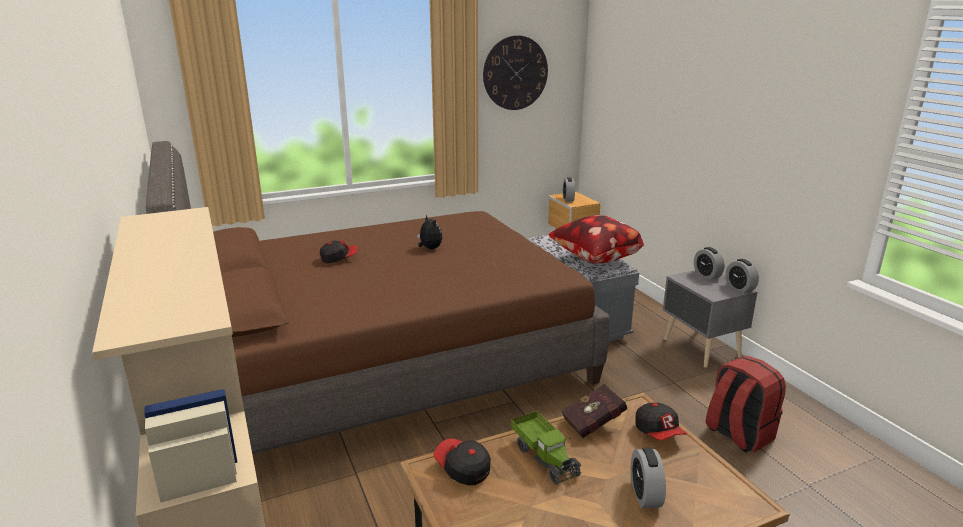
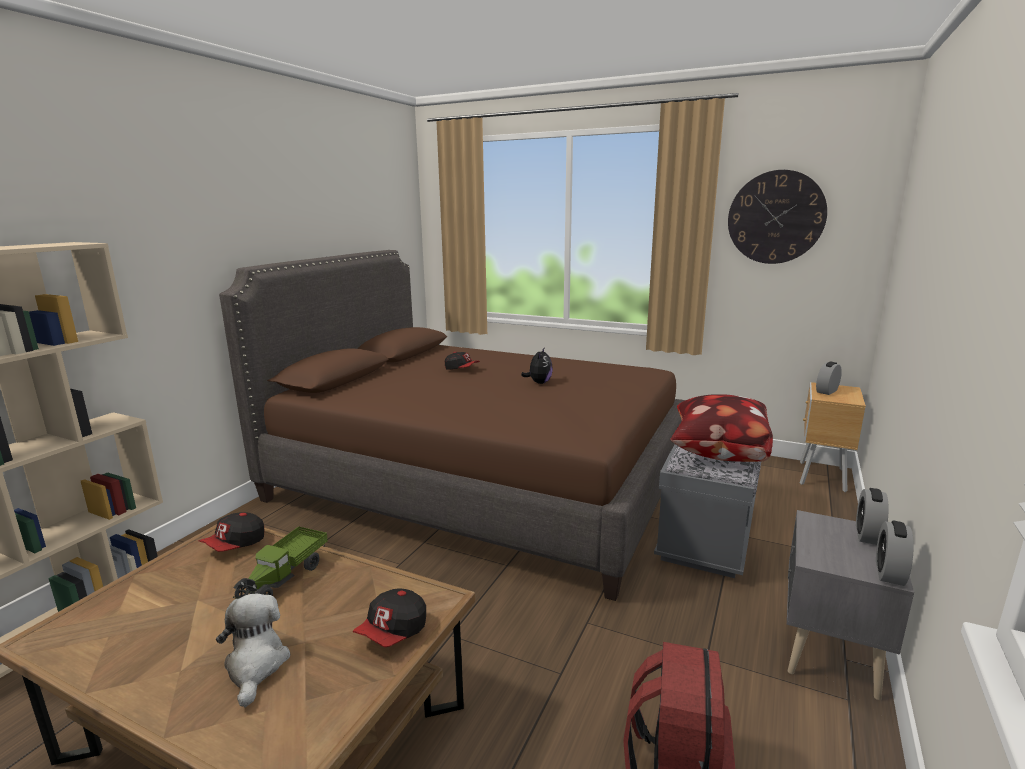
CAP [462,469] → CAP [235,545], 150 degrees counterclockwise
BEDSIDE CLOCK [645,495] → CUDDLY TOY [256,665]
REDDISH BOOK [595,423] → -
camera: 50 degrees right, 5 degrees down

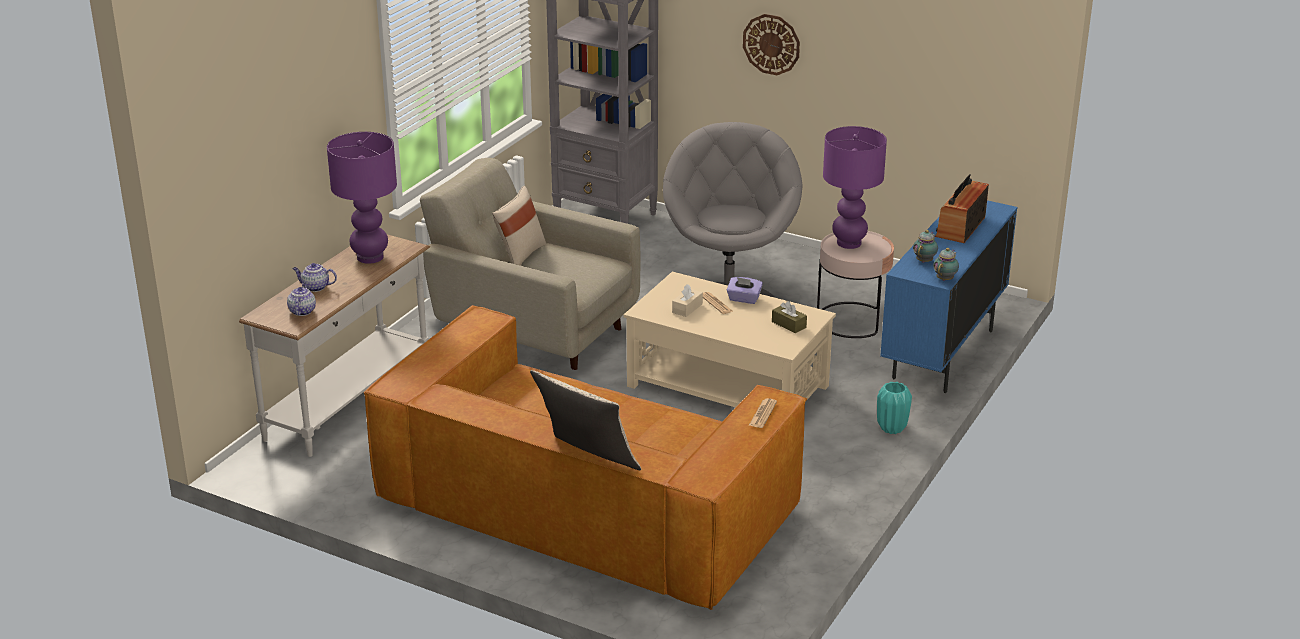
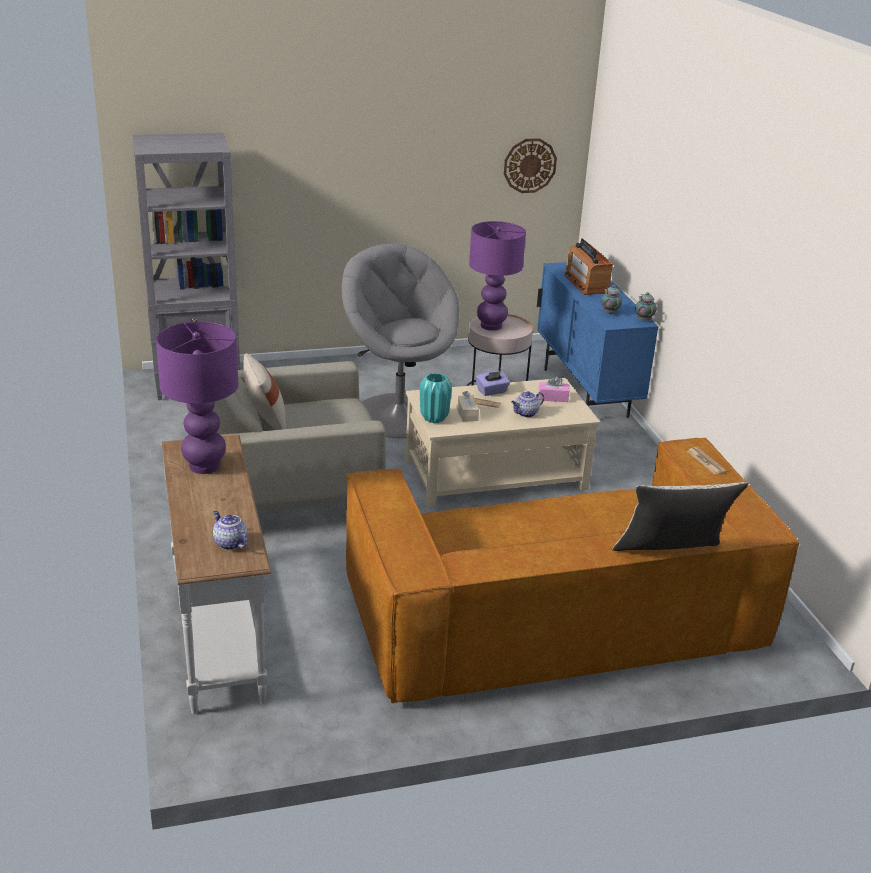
TURQUOISE-COLOURED DECORATIVE VASE [892,428] → TURQUOISE-COLOURED DECORATIVE VASE [434,418], shifted
WALL CLOCK [771,44] → WALL CLOCK [529,165], shifted
TEA POT [315,287] → TEA POT [526,413], shifted
BROWN TISSUE BOX [789,324] → PINK TISSUE BOX [553,397]
camera: 45 degrees left, 0 degrees up

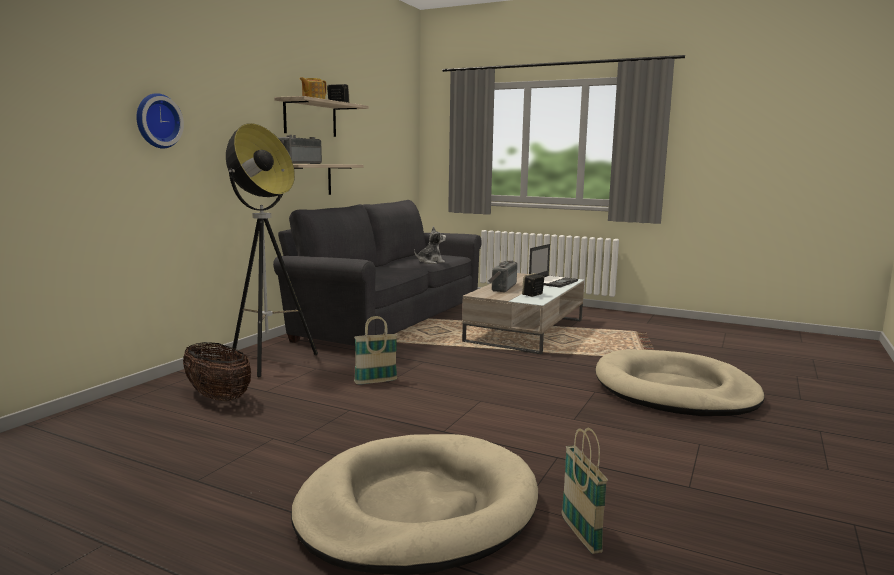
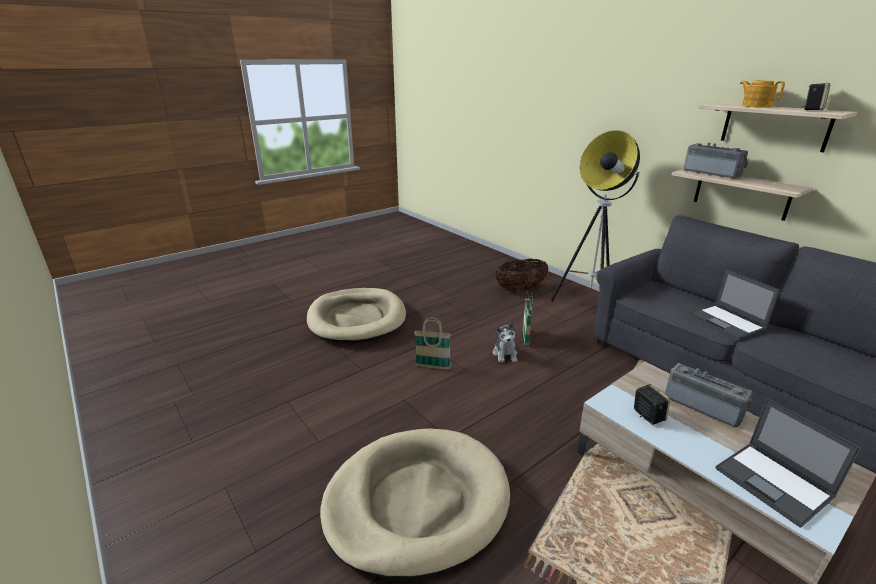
STORAGE BASKET [580,535] → STORAGE BASKET [432,366], shifted
CUDDLY TOY [430,262] → CUDDLY TOY [505,354], shifted
- → PORTABLE COMPUTER [727,322]
WALL CLOCK [156,121] → -
camera: 115 degrees right, 15 degrees up

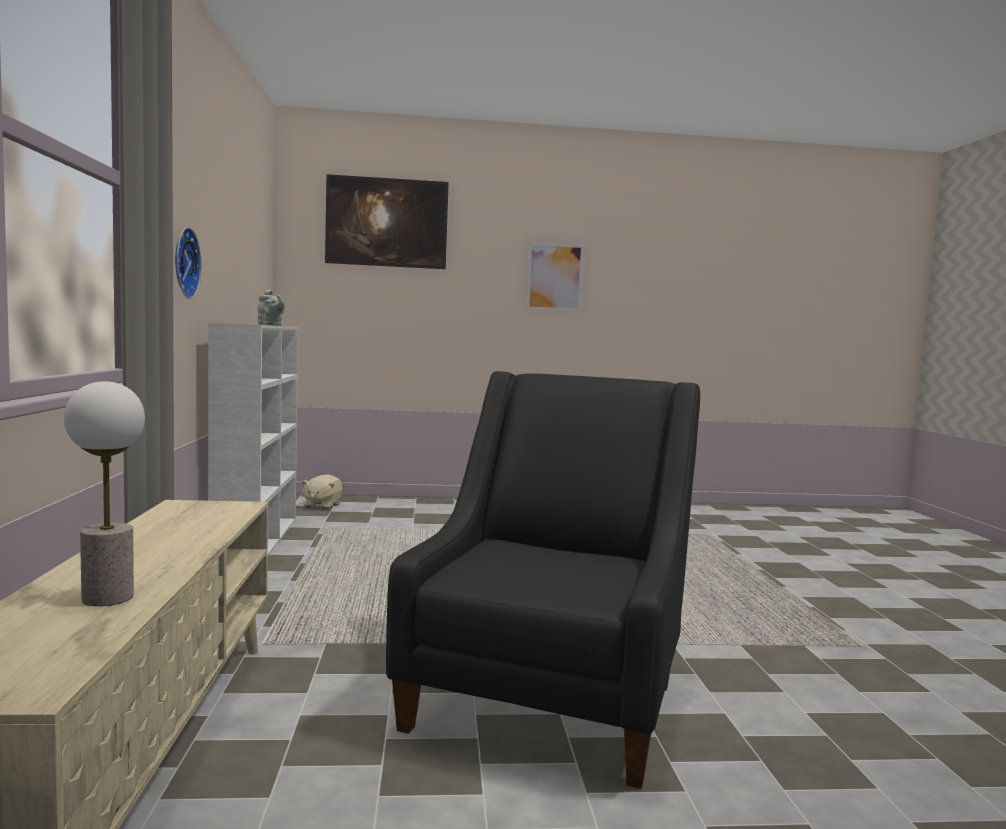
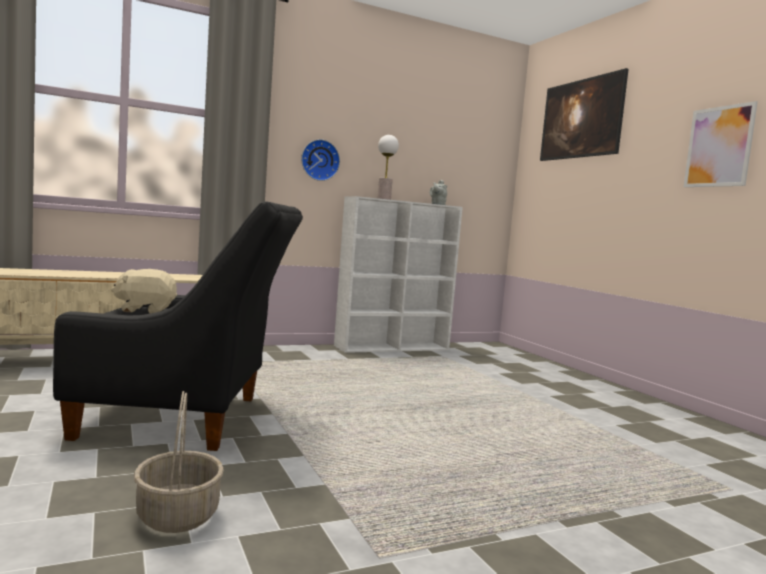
BEIGE CUDDLY TOY [322,505] → BEIGE CUDDLY TOY [145,310], shifted
- → STORAGE BASKET [177,515]
TABLE LAMP [107,598] → TABLE LAMP [384,199], shifted
camera: 70 degrees right, 0 degrees up

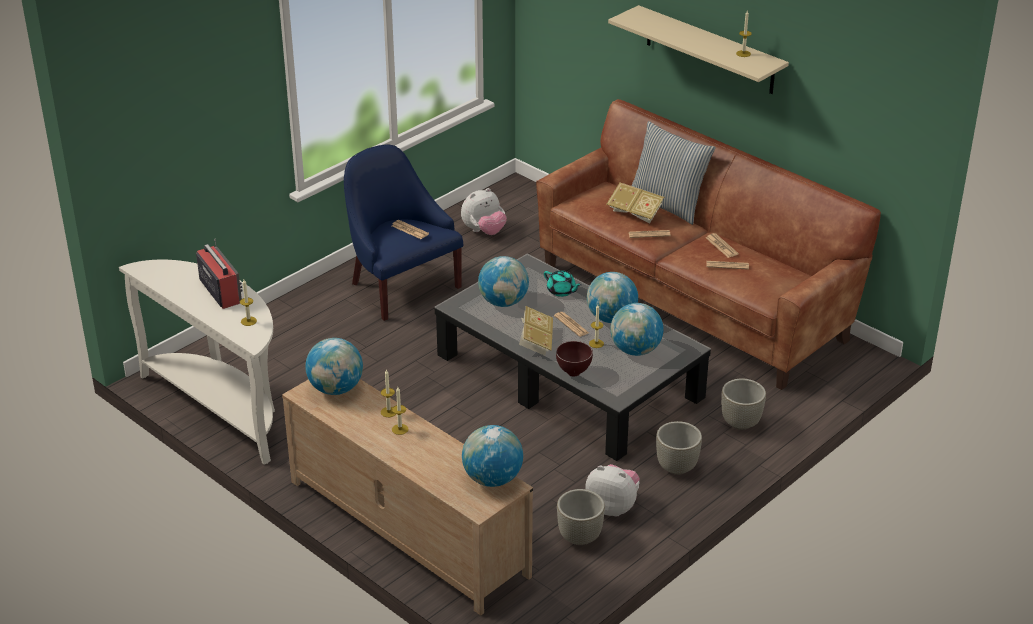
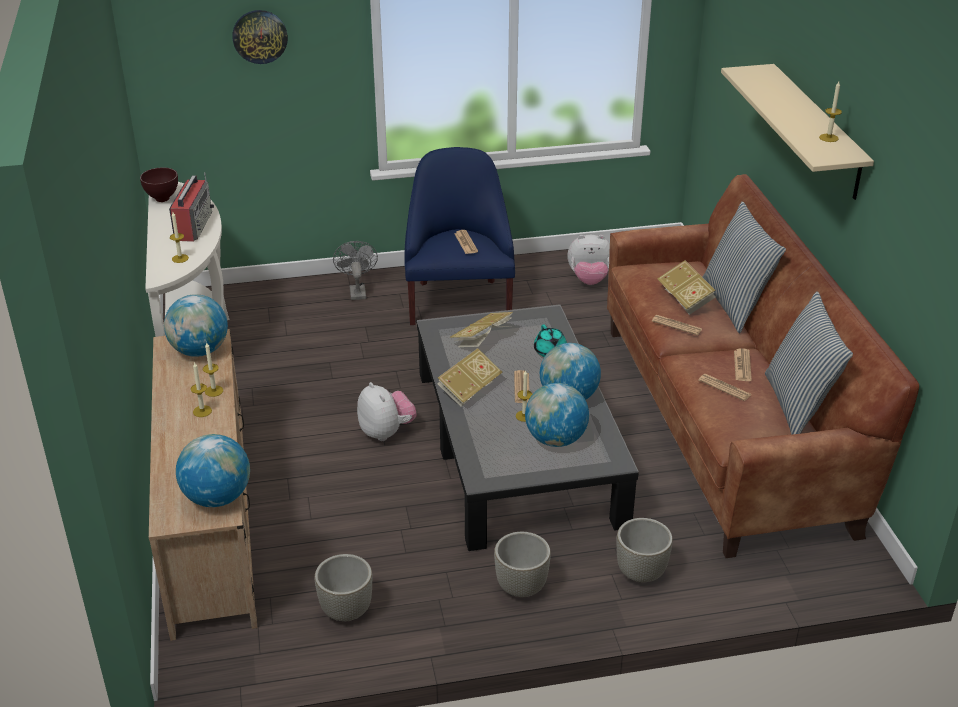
BROWN DEEP DISH [574,373] → BROWN DEEP DISH [163,200], shifted
- → WALL CLOCK [260,36]
- → GREY FAN [357,291]
CUDDLY TOY [613,507] → CUDDLY TOY [386,432], shifted
DESK GLOBE [503,302] → BOOK [483,341]
- → THROW PILLOW [798,405]
camera: 35 degrees right, 0 degrees up

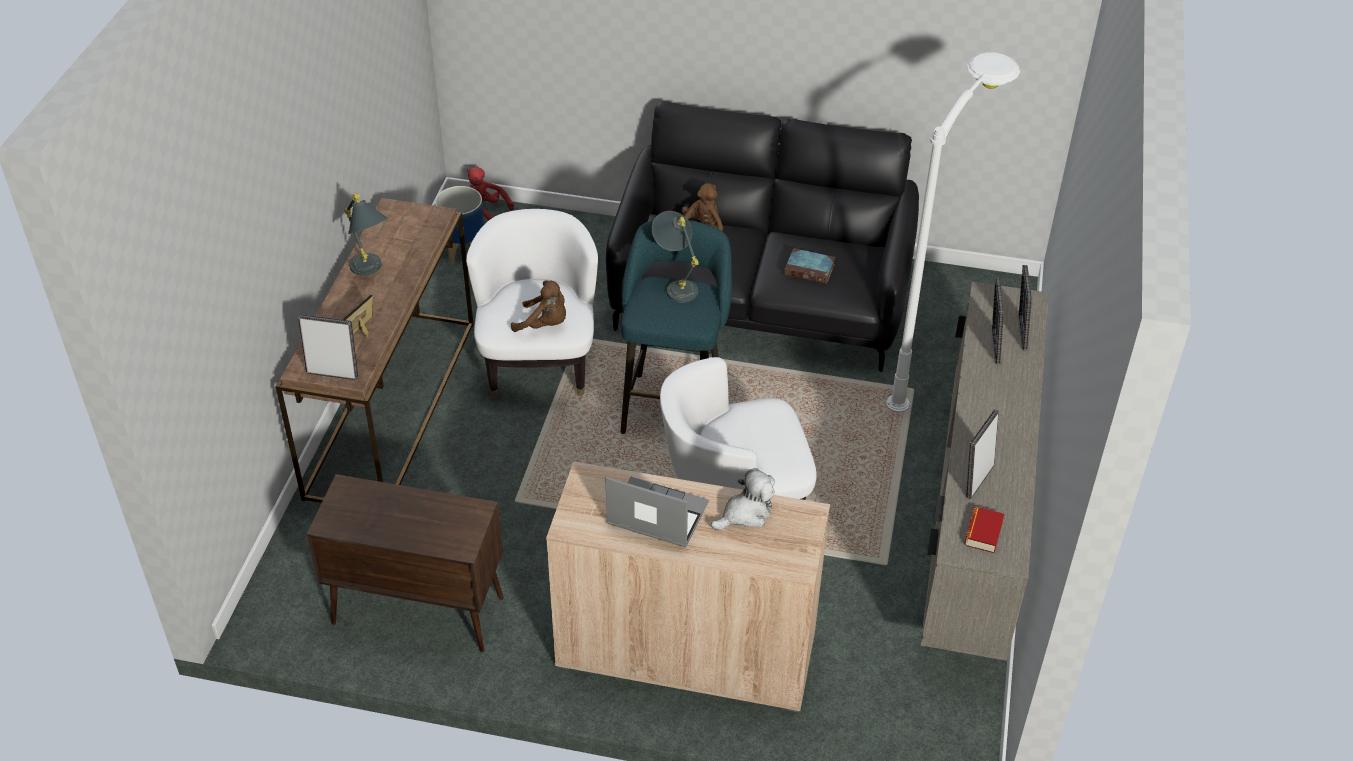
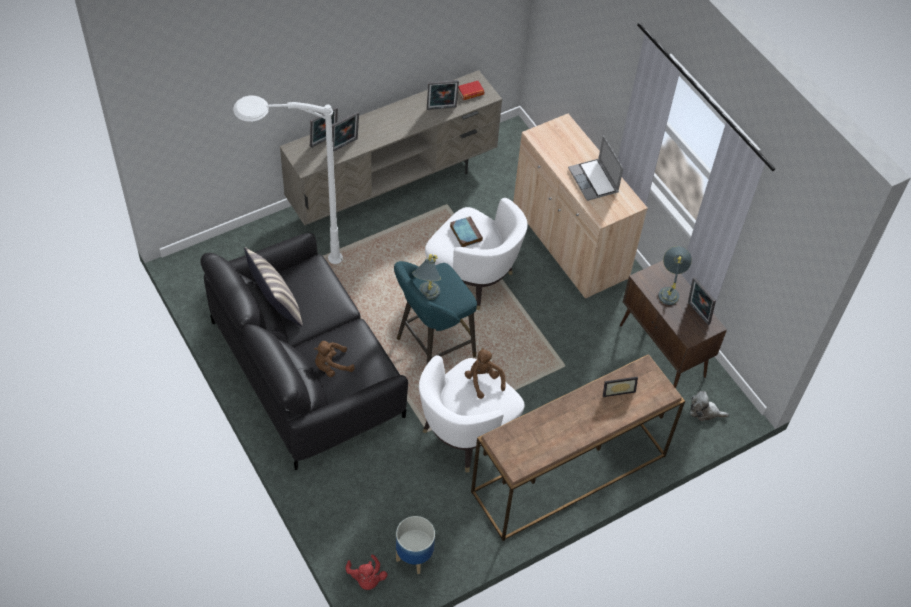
- → THROW PILLOW [276,306]
BOOK [810,269] → BOOK [465,233], shifted
GREY TABLE LAMP [371,272] → GREY TABLE LAMP [669,290], shifted
STANDING FRAME [333,373] → STANDING FRAME [697,314], shifted
CUDDLY TOY [745,513] → CUDDLY TOY [704,412], shifted
camera: 135 degrees left, 10 degrees up

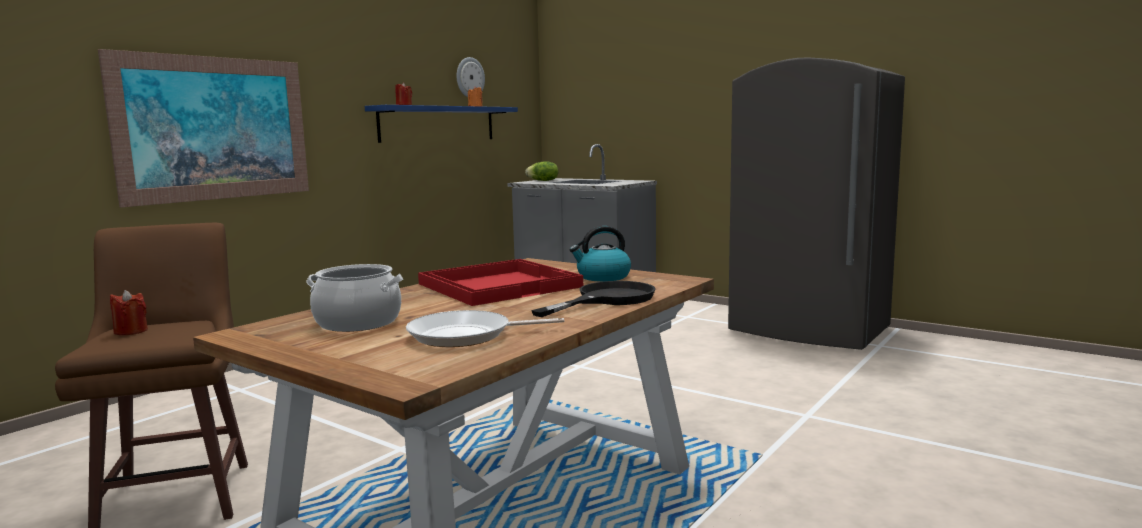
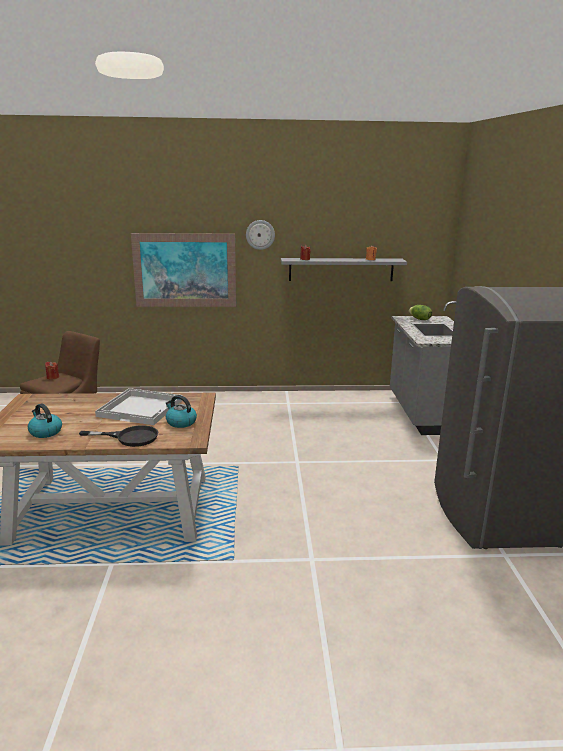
PAN [466,336] → TEA KETTLE [45,432]
REDDISH TRAY [499,285] → WHITE TRAY [141,408]
WALL CLOCK [469,77] → WALL CLOCK [260,234], shifted
BLUE SHELF [438,124] → GREY SHELF [341,269]
COOKING POT [358,322] → -
camera: 50 degrees right, 10 degrees up

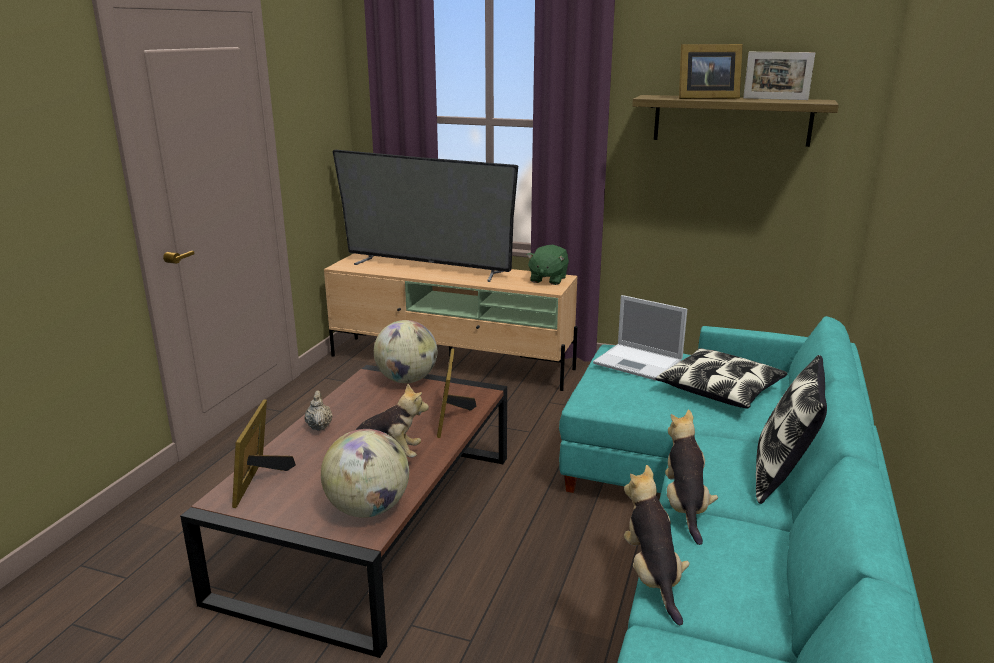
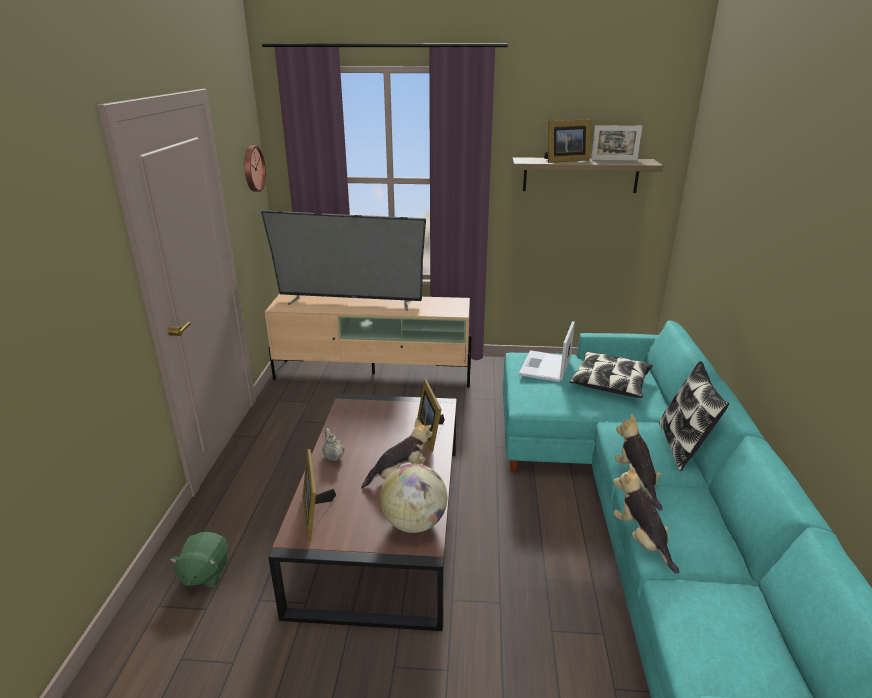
GREEN-COLOURED CUDDLY TOY [547,279] → GREEN-COLOURED CUDDLY TOY [204,573], shifted
- → WALL CLOCK [252,168]
PORTABLE COMPUTER [639,363] → PORTABLE COMPUTER [545,367], 90 degrees clockwise
DESK GLOBE [407,380] → -
camera: 15 degrees left, 5 degrees up

